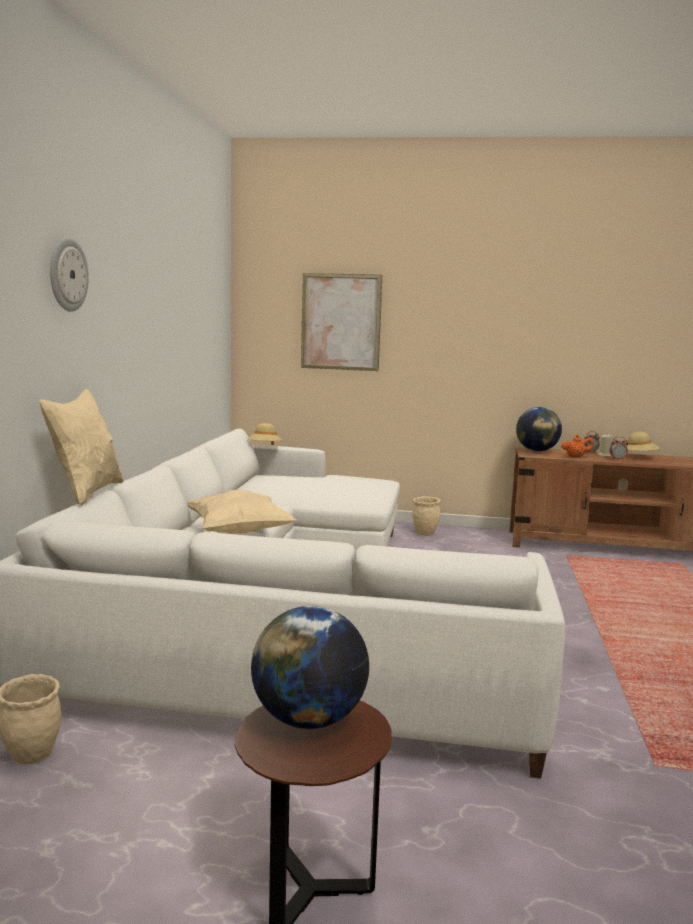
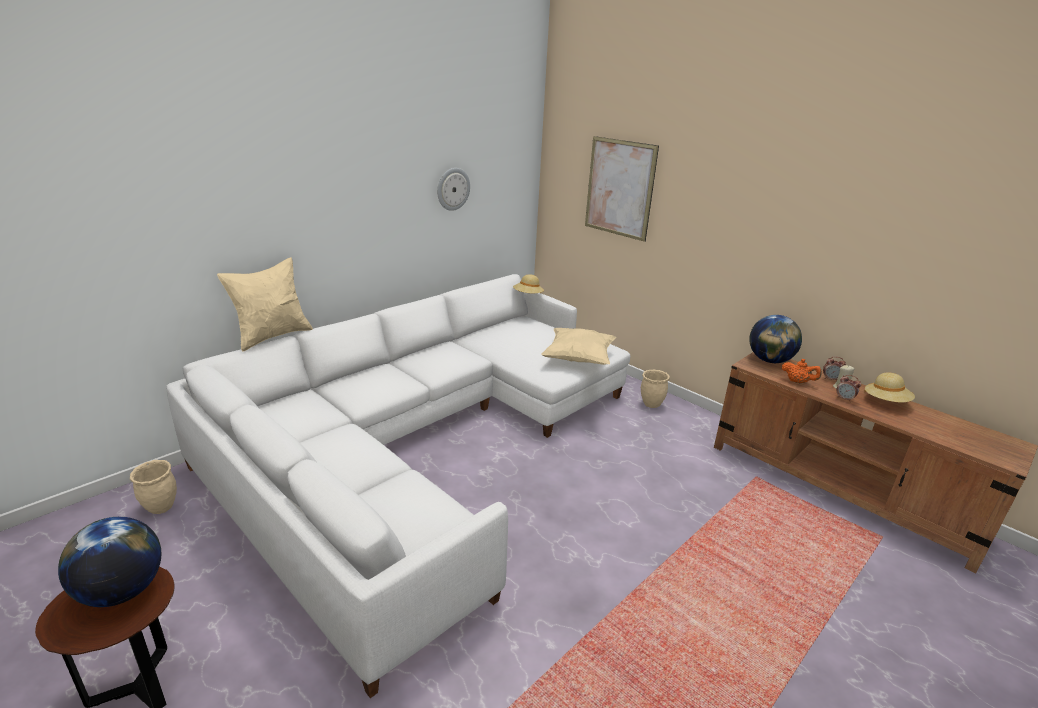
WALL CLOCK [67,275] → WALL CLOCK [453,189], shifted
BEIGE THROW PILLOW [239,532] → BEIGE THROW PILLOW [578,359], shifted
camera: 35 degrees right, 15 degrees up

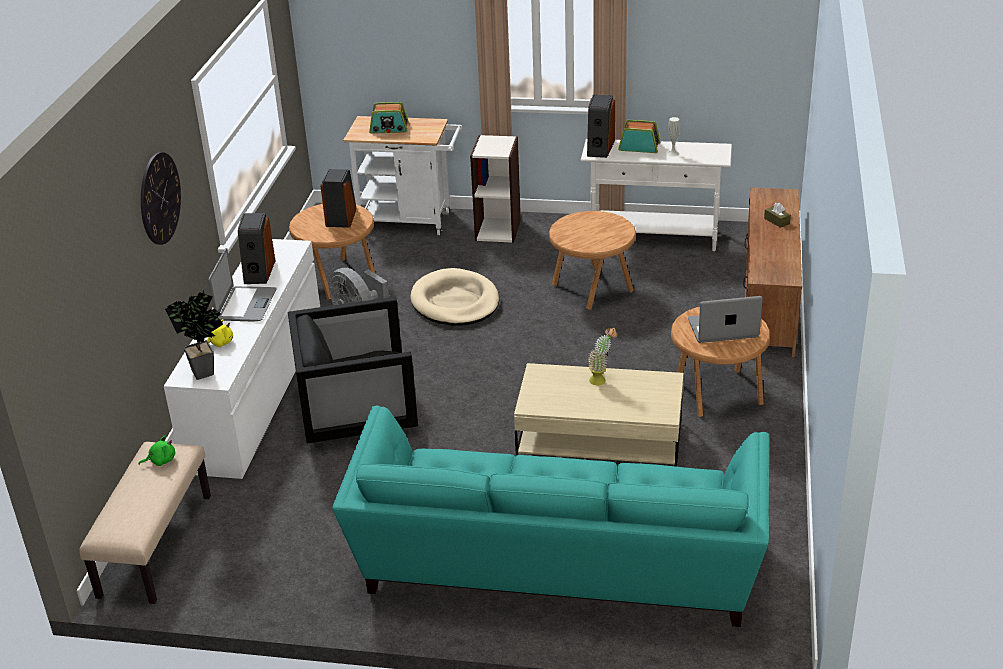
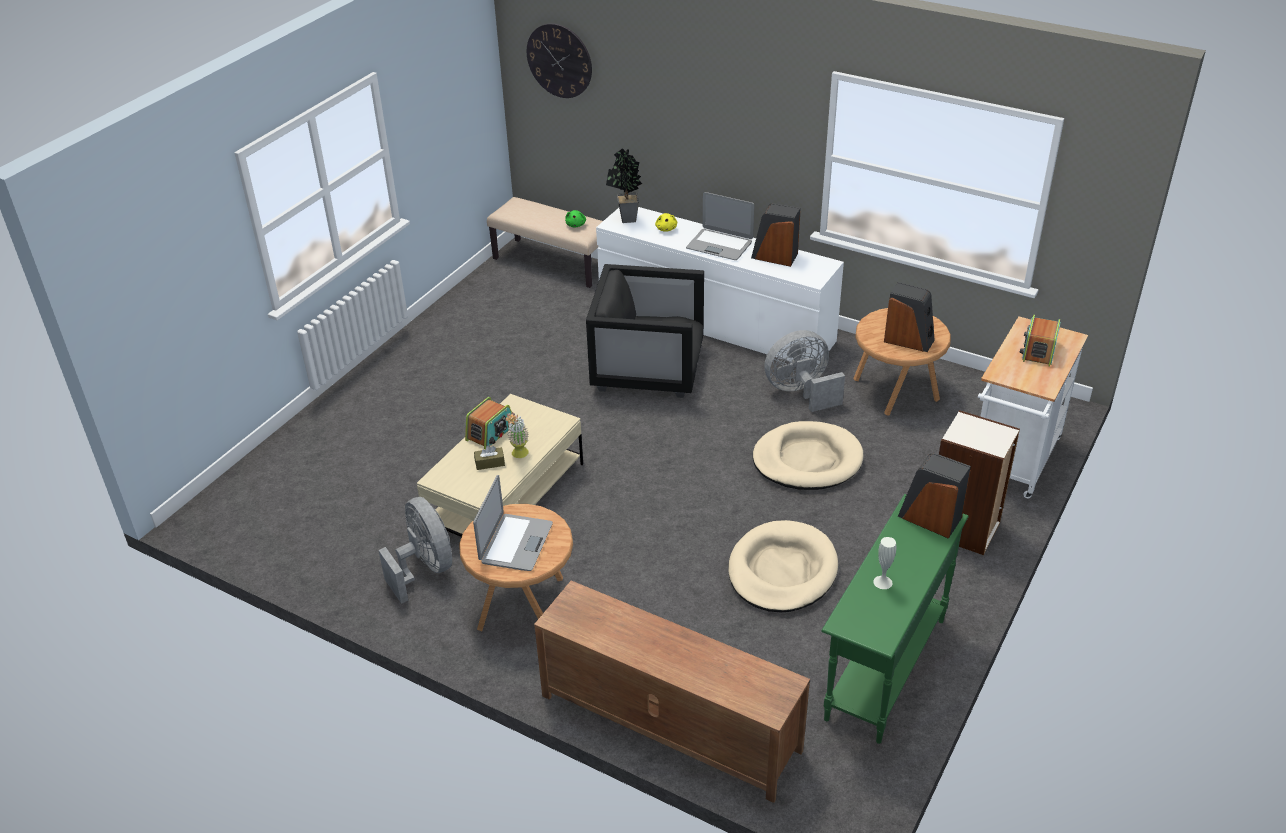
- → GREY FAN [425,569]
RADIO [639,147] → RADIO [491,433], shifted
BROWN TISSUE BOX [776,221] → BROWN TISSUE BOX [490,463], shifted
WALL CLOCK [160,198] → WALL CLOCK [559,60], shifted
BLACKISH EASY CHAIR [358,413] → BLACKISH EASY CHAIR [649,369], 90 degrees counterclockwise
BROWN END TABLE [592,289] → BEIGE PET BED [782,571]
WHITE CONSOLE TABLE [654,238] → GREEN-COLOURED CONSOLE TABLE [884,669]
TURQUOISE-COLOURED SETTEE [556,567] → -
camera: 110 degrees right, 5 degrees up

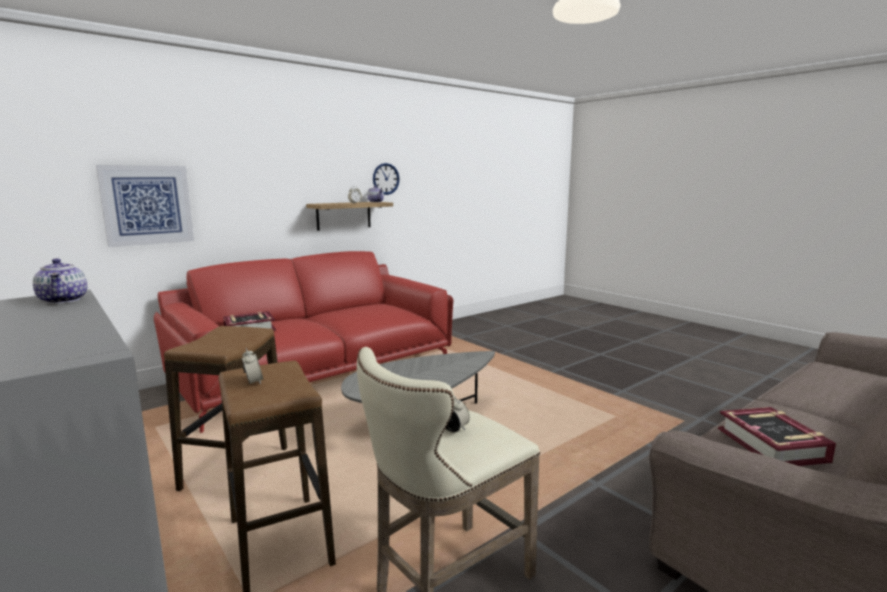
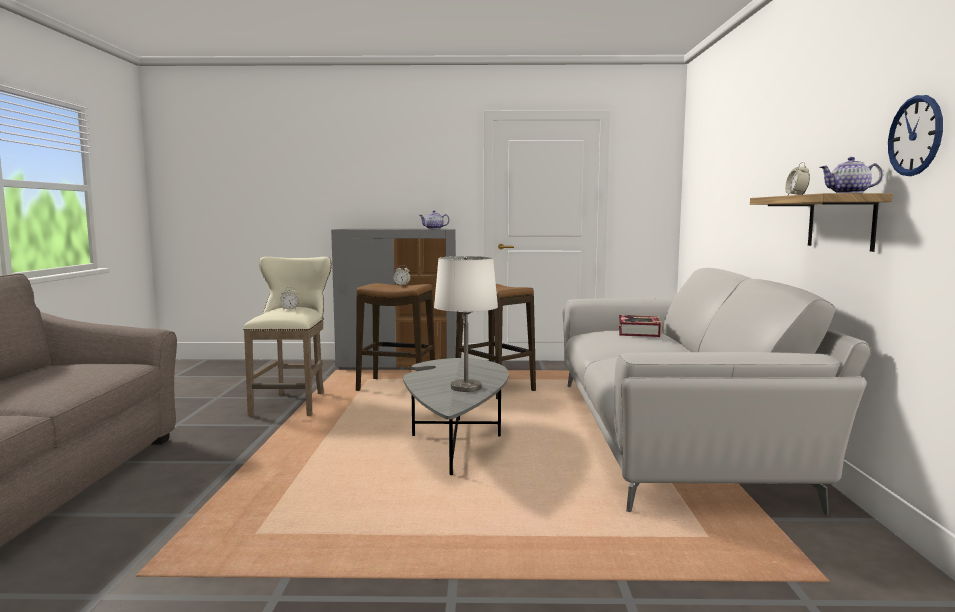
- → WHITE TABLE LAMP [466,387]
REDDISH SETTEE [318,373] → GREY SETTEE [671,434]
WALL PICTURE [147,205] → -
BOOK [772,445] → -
camera: 130 degrees right, 5 degrees down

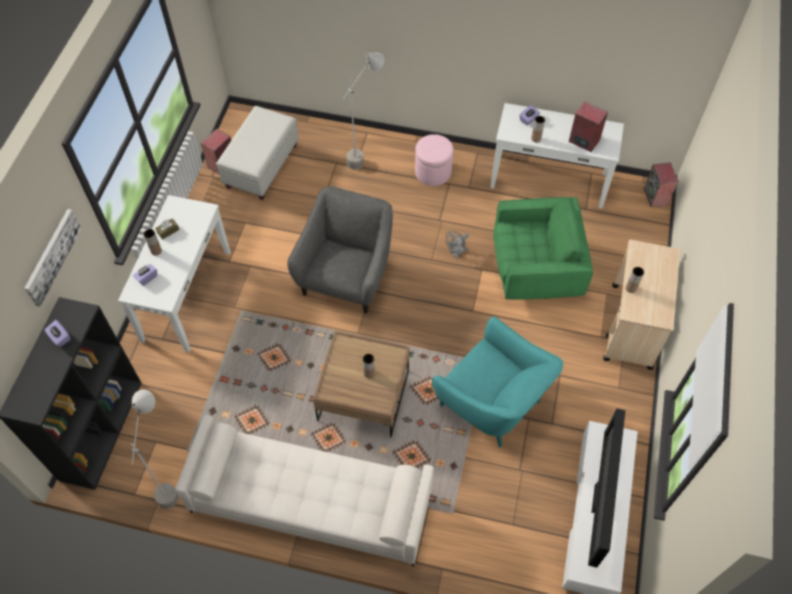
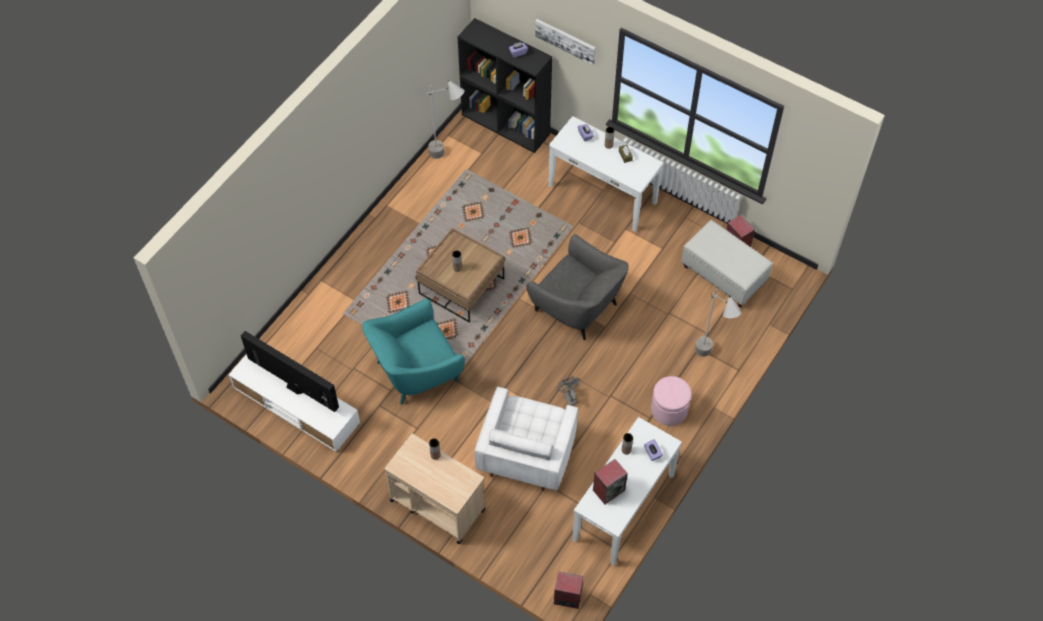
GREEN-COLOURED EASY CHAIR [535,269] → WHITE EASY CHAIR [527,452]
WHITE SETTEE [310,503] → -
camera: 110 degrees right, 0 degrees up

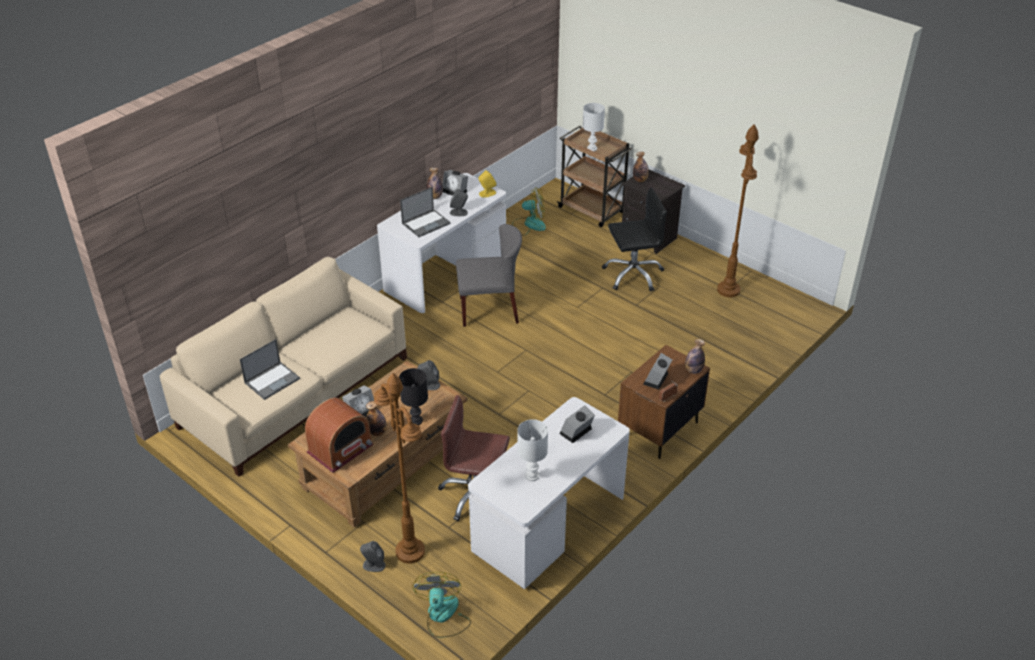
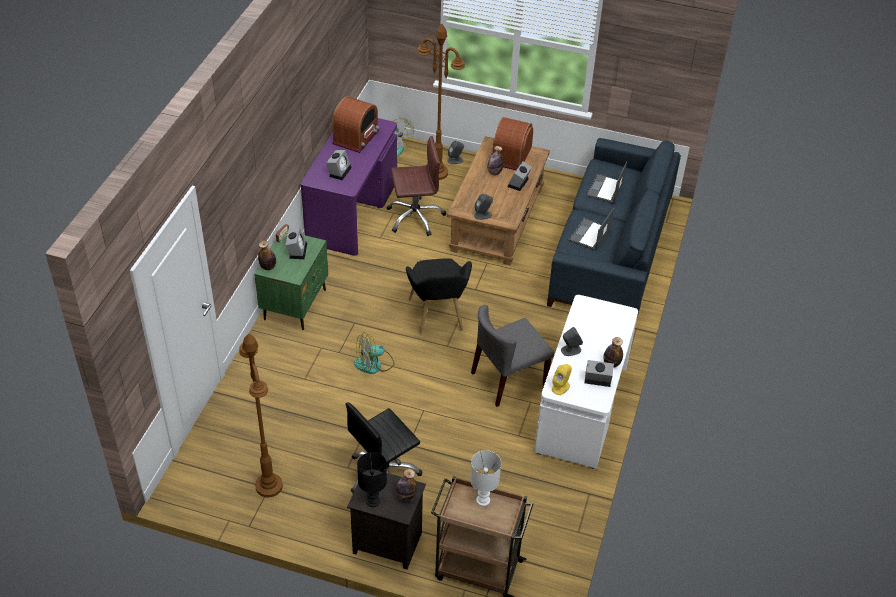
BROWN BEDSIDE TABLE [658,429] → GREEN-COLOURED BEDSIDE TABLE [295,304]
WHITE DESK [549,526] → PURPLE DESK [352,212]
WHITE TABLE LAMP [532,476] → RADIO [356,137]
FAN [529,224] → FAN [374,364], shifted
BLACKISH TABLE LAMP [416,420] → BLACKISH TABLE LAMP [372,502], shifted
- → BLACKISH EASY CHAIR [437,318]
BEIGE SETTEE [296,392] → BLUE SETTEE [610,251]
PORTABLE COMPUTER [426,223] → PORTABLE COMPUTER [589,235], shifted
camera: 155 degrees right, 5 degrees up

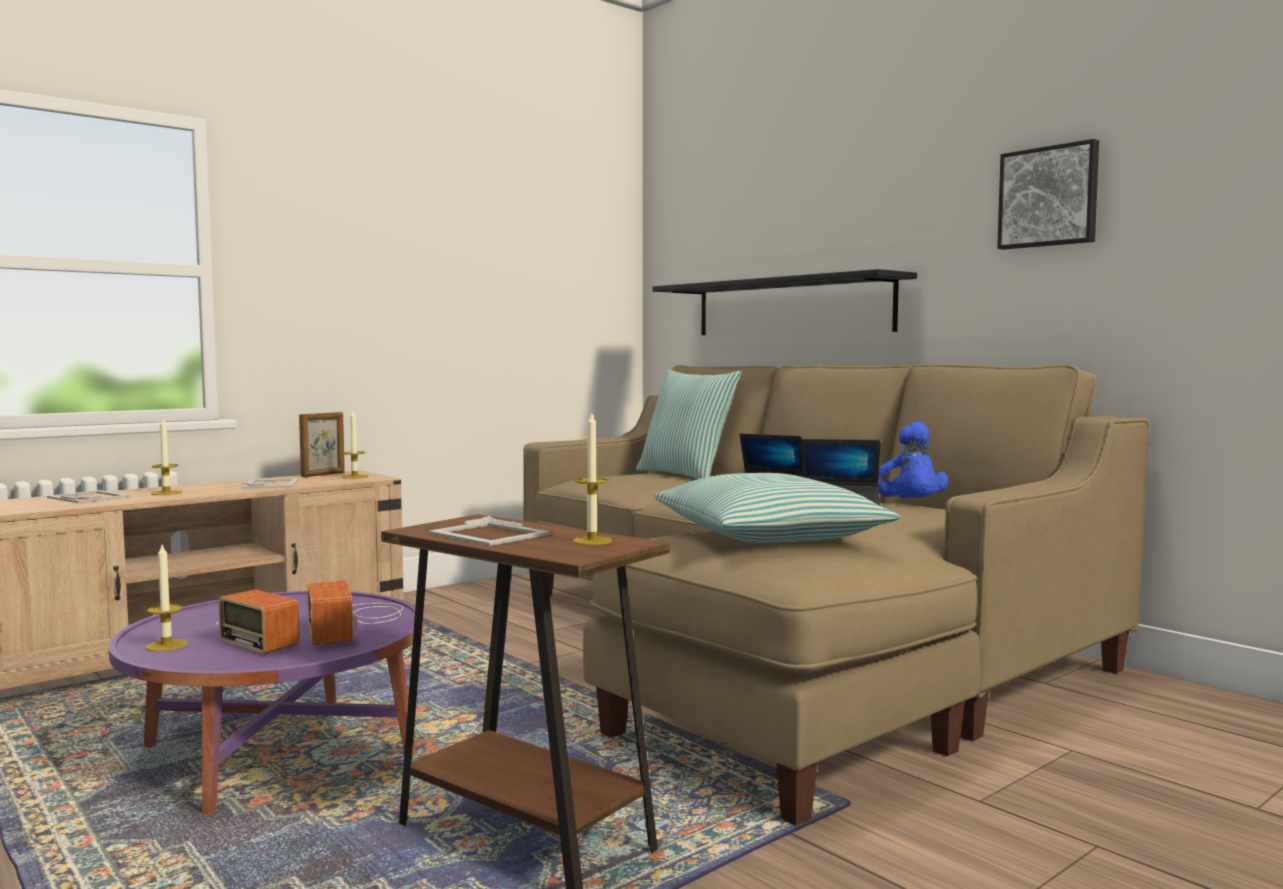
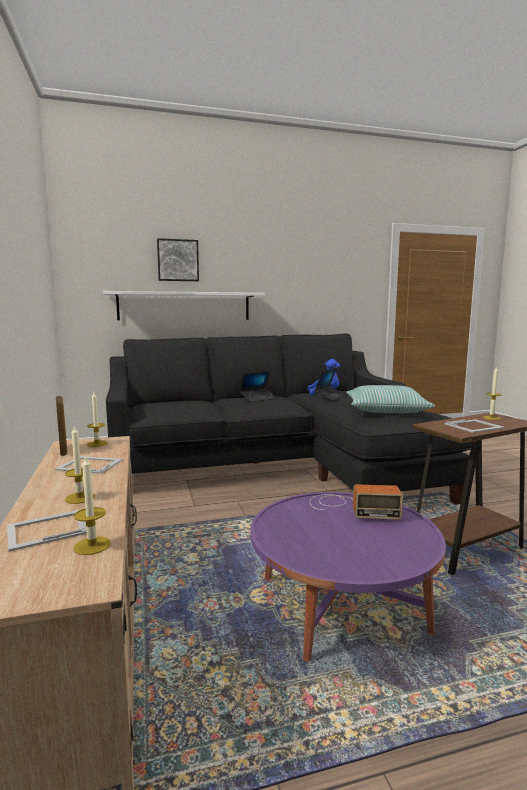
WAX LIGHT [166,645] → WAX LIGHT [92,545], shifted
BLACKISH SHELF [790,307] → WHITE SHELF [184,306]
BEIGE SETTEE [784,647] → BLACKISH SETTEE [277,466]
WALL PICTURE [1049,197] → WALL PICTURE [178,260], shifted
RADIO [262,631] → -
THROW PILLOW [686,475] → -
camera: 65 degrees left, 5 degrees up

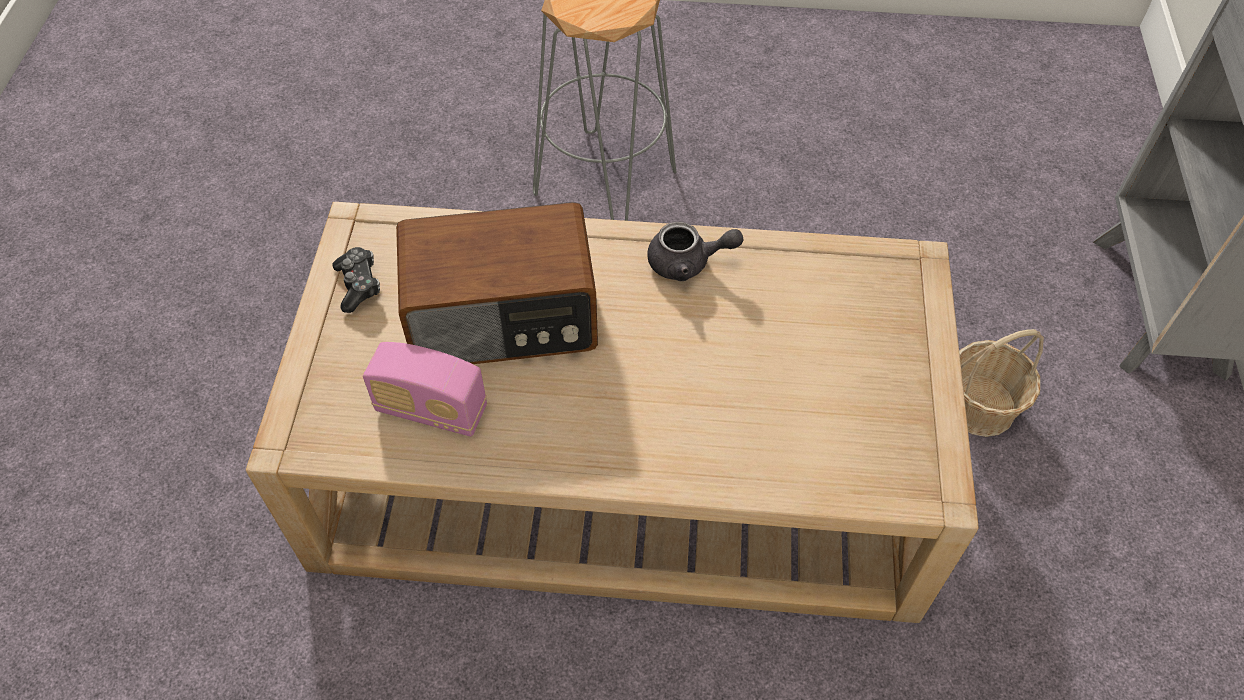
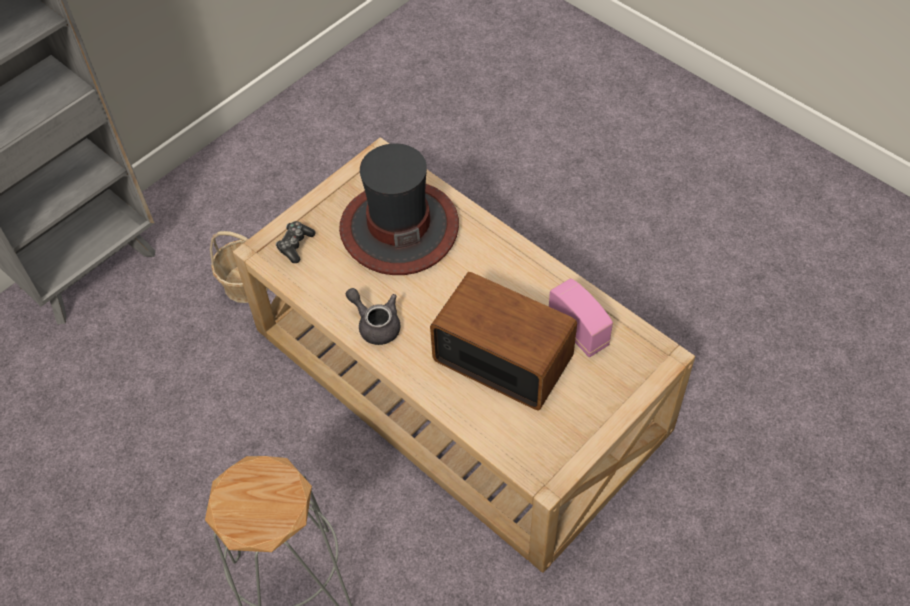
GAME CONTROLLER [358,284] → GAME CONTROLLER [295,245], shifted
- → HAT [399,228]
camera: 140 degrees left, 0 degrees up

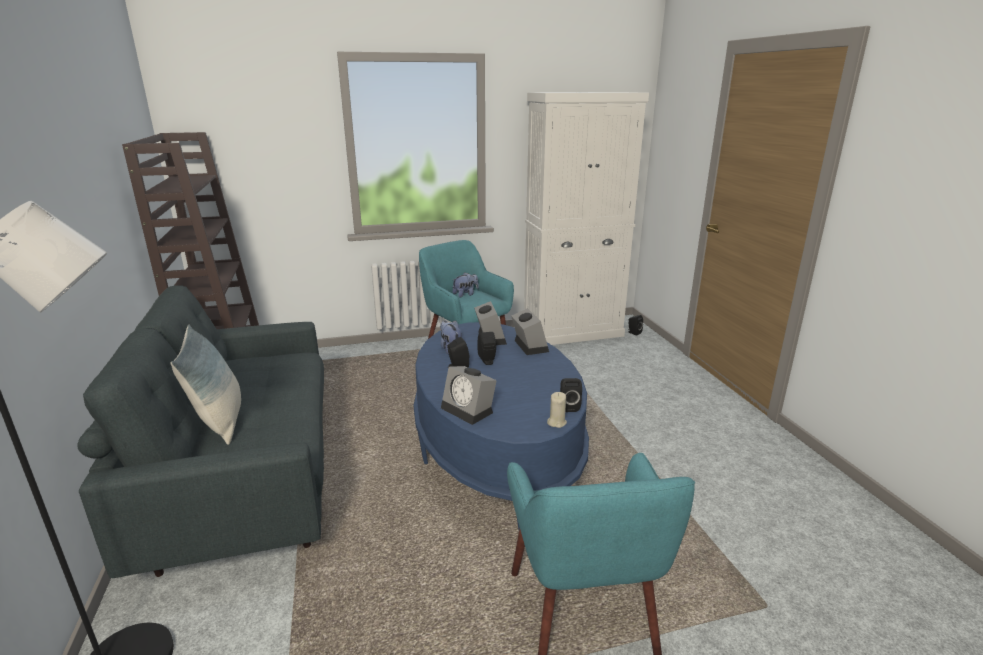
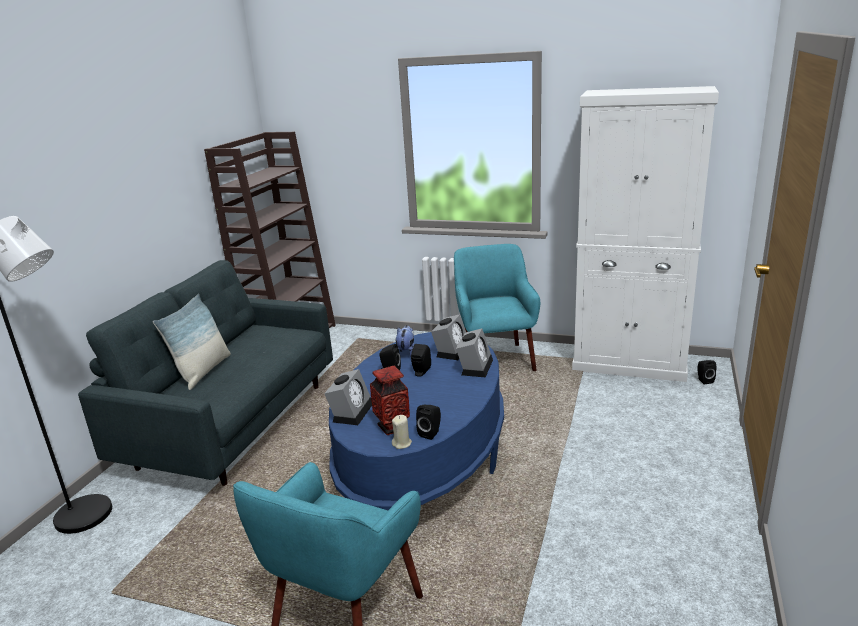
BEDSIDE CLOCK [469,410] → BEDSIDE CLOCK [351,411], 150 degrees counterclockwise
- → DECORATIVE VASE [392,427]
CUDDLY TOY [465,294] → -
camera: 35 degrees right, 0 degrees up

